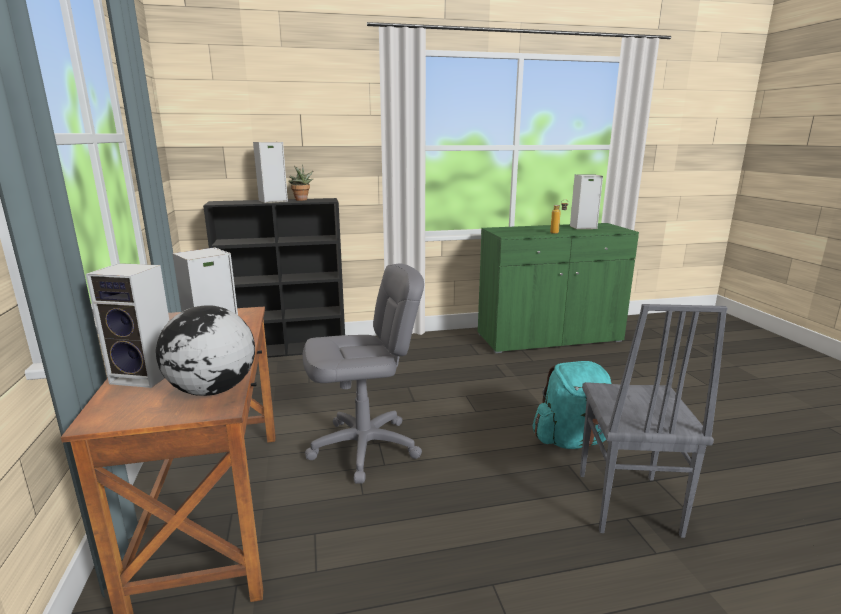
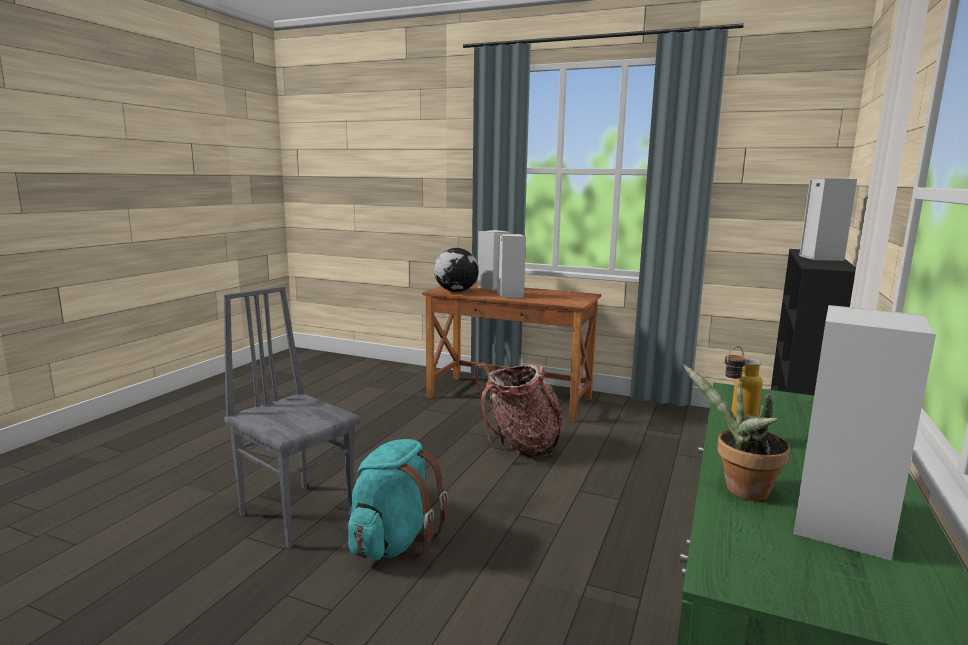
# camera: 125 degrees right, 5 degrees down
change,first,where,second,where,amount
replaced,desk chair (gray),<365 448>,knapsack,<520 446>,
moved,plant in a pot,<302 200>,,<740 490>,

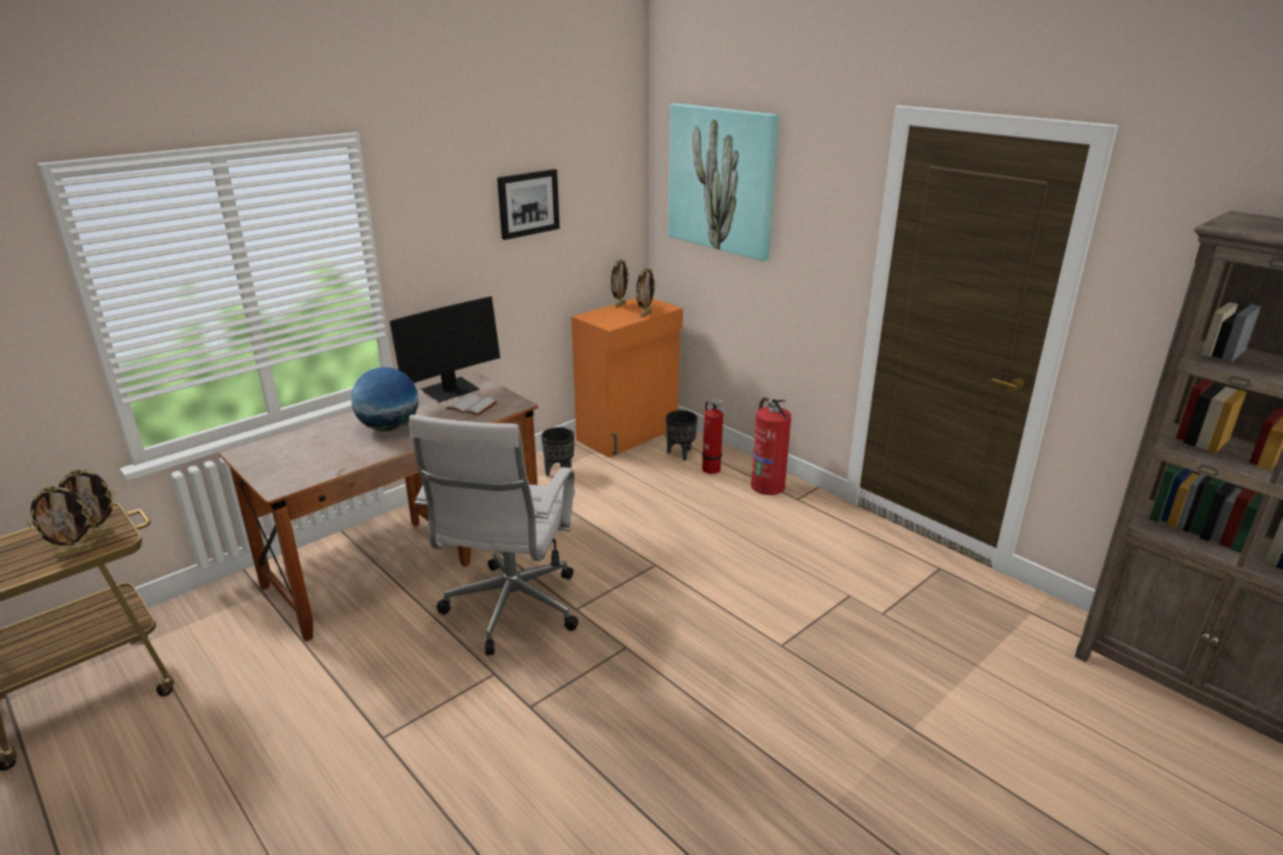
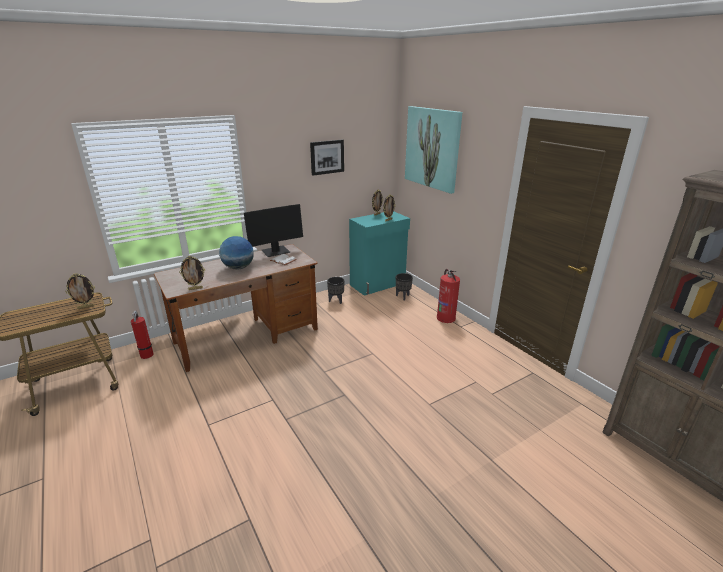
# camera: 10 degrees right, 0 degrees up
change,first,where,second,where,amount
moved,fire-fighting cylinder,<712 470>,,<146 356>,
moved,standing frame,<73 553>,,<195 288>,
recoloured,storage cabinet (orange-coloured),<629 434>,storage cabinet (blue-green),<378 284>,
removed,desk chair (white),<510 612>,,,

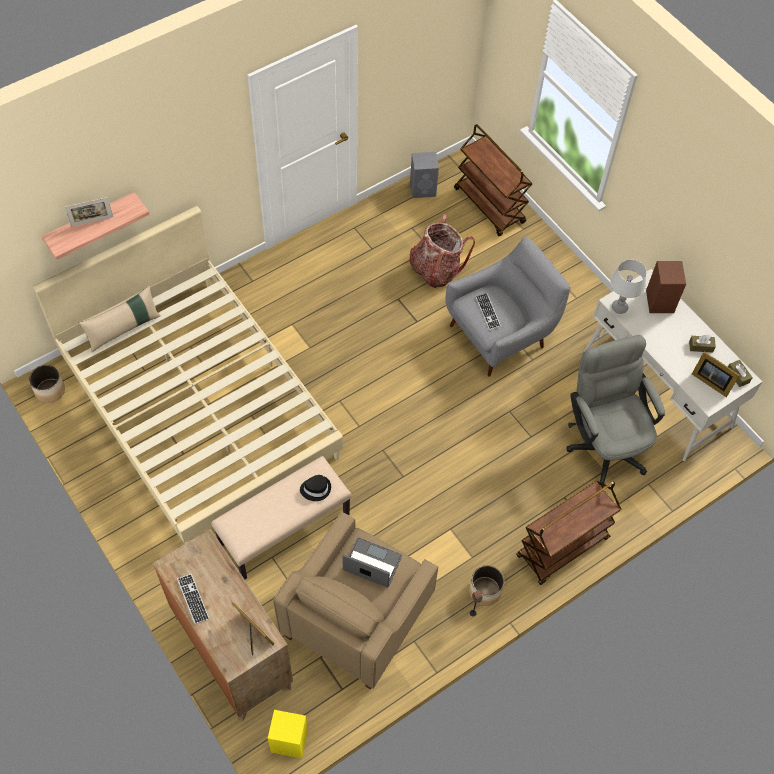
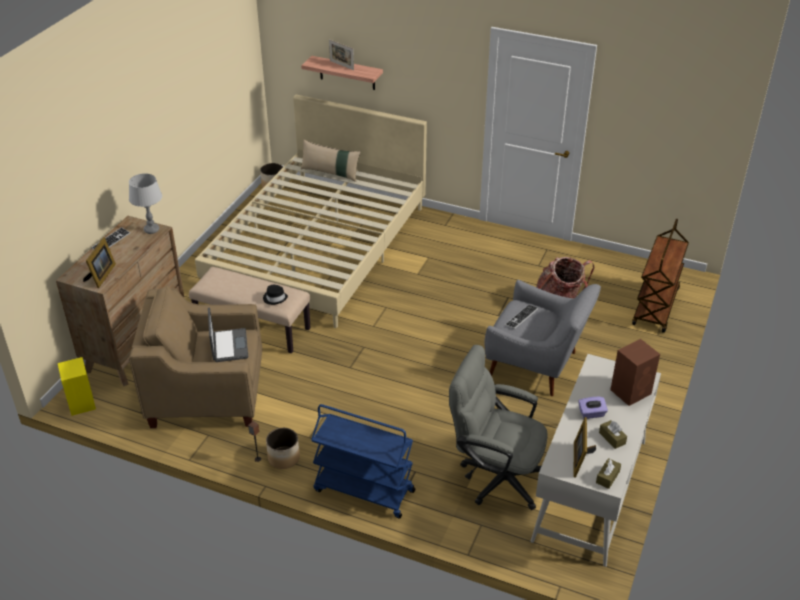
# camera: 60 degrees right, 20 degrees down
change,first,where,second,where,amount
moved,table lamp (gray),<619 307>,,<151 230>,
recoloured,wheeled cart (brown),<562 548>,wheeled cart (bluish),<363 491>,
turned,desk chair (gray),<604 442>,,<495 475>,105 degrees counterclockwise
added,,,tissue holder (purple),<591 413>,
removed,audio speaker (gray),<423 189>,,,

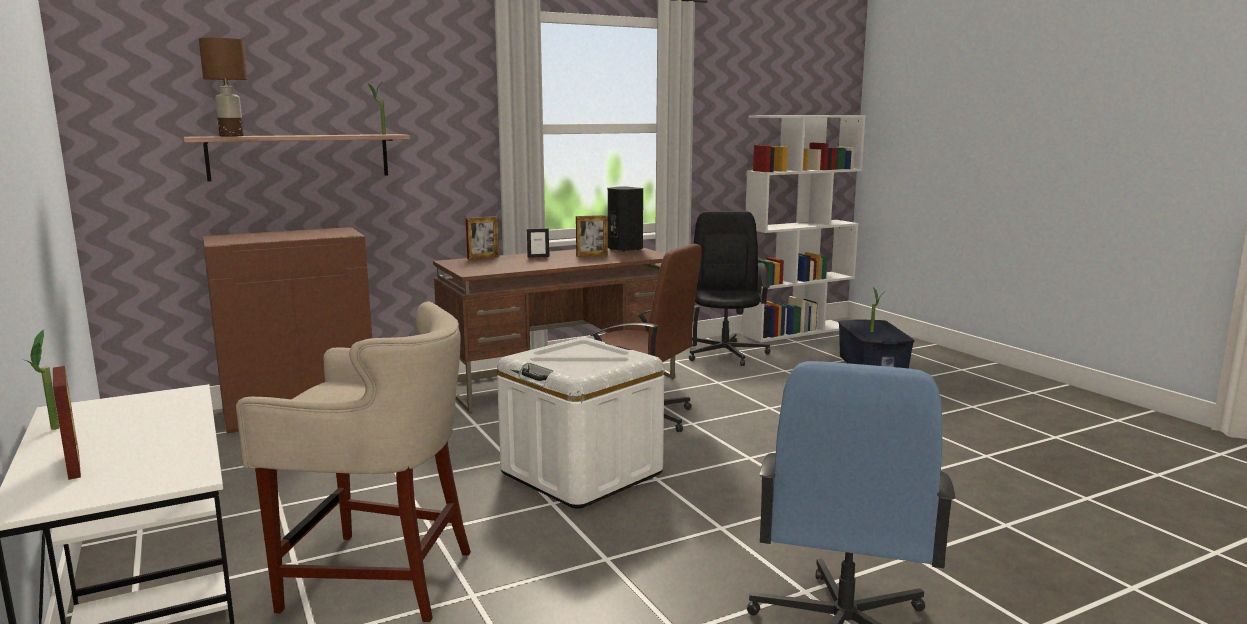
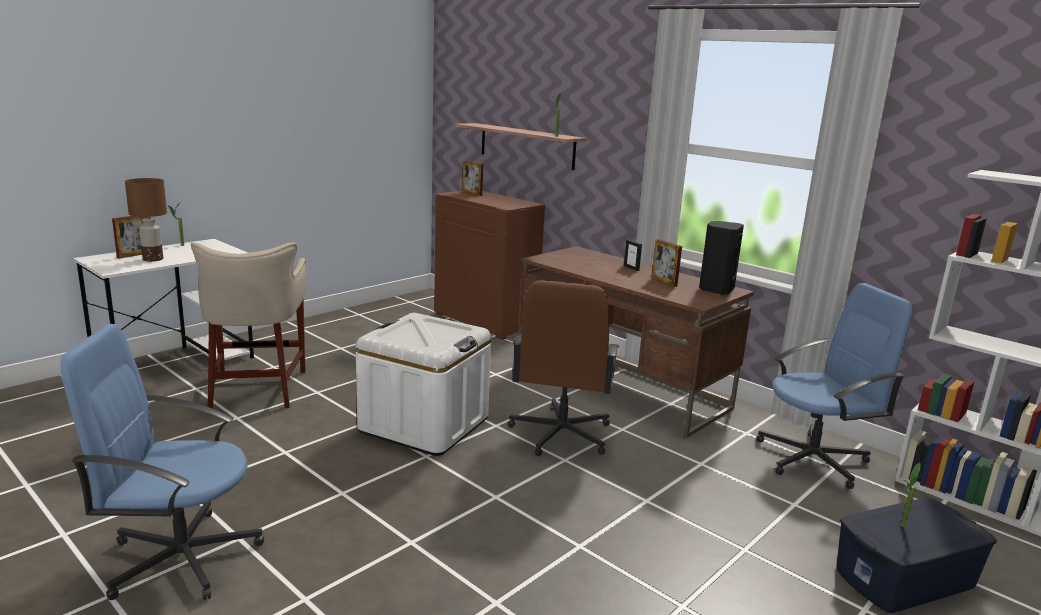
# camera: 70 degrees right, 5 degrees up
change,first,where,second,where,amount
moved,table lamp (brown),<231 136>,,<153 259>,
moved,standing frame,<483 257>,,<472 193>,
recoloured,desk chair (blackish),<725 353>,desk chair (bluish),<814 459>,

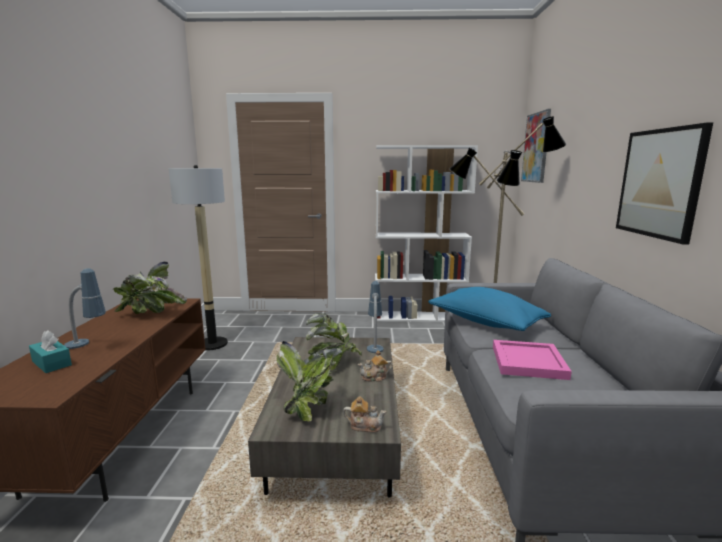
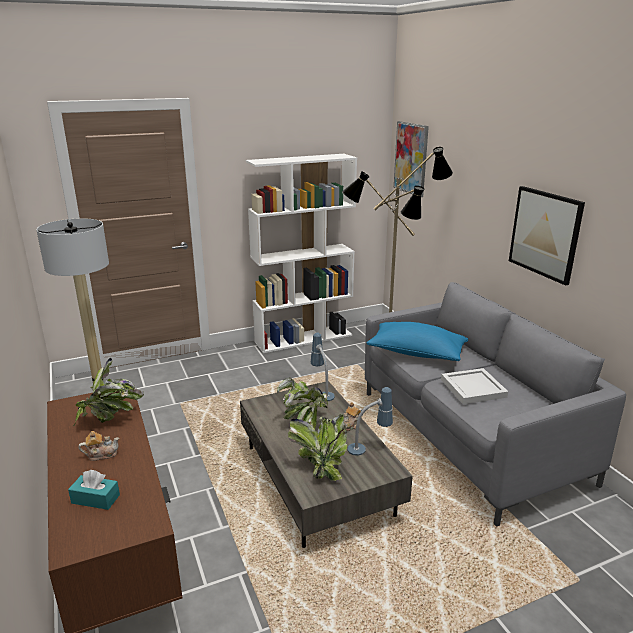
# camera: 25 degrees left, 10 degrees up
change,first,where,second,where,amount
moved,teapot,<364 425>,,<101 454>,
moved,table lamp,<88 346>,,<369 449>,
recoloured,tray (pink),<529 361>,tray (white),<473 387>,

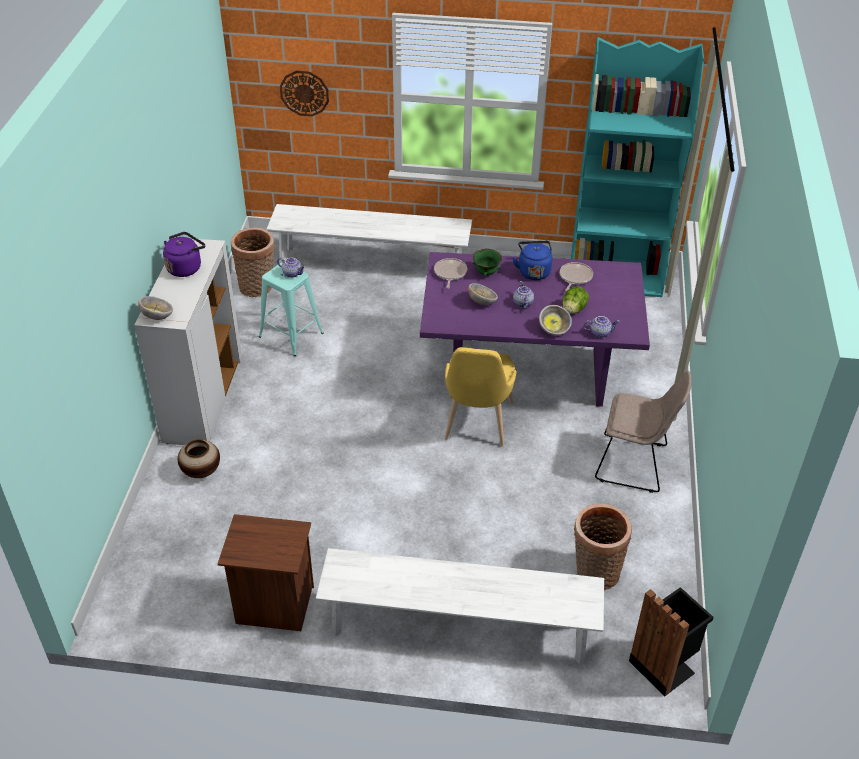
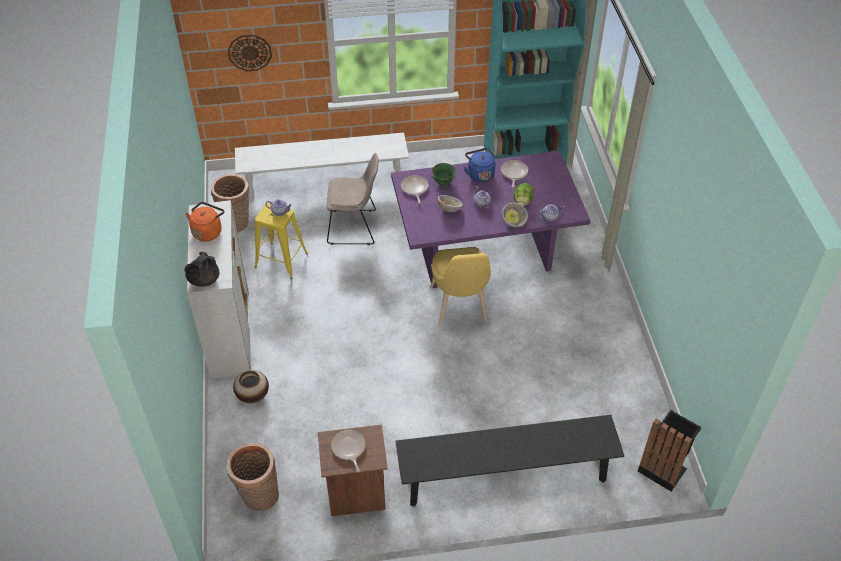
# camera: 15 degrees left, 5 degrees up
change,first,where,second,where,amount
replaced,serving bowl,<157 316>,teapot (blackish),<203 280>,
recoloured,kettle (purple),<185 267>,kettle (orange-coloured),<208 231>,
moved,basket,<595 573>,,<258 496>,
recoloured,sitting stool (blue-green),<291 335>,sitting stool (yellowish),<281 260>,
moved,upright chair (beige-coloured),<634 464>,,<354 227>,
added,,,skillet,<349 449>,
recoloured,bench (white),<459 629>,bench (blackish),<505 477>,

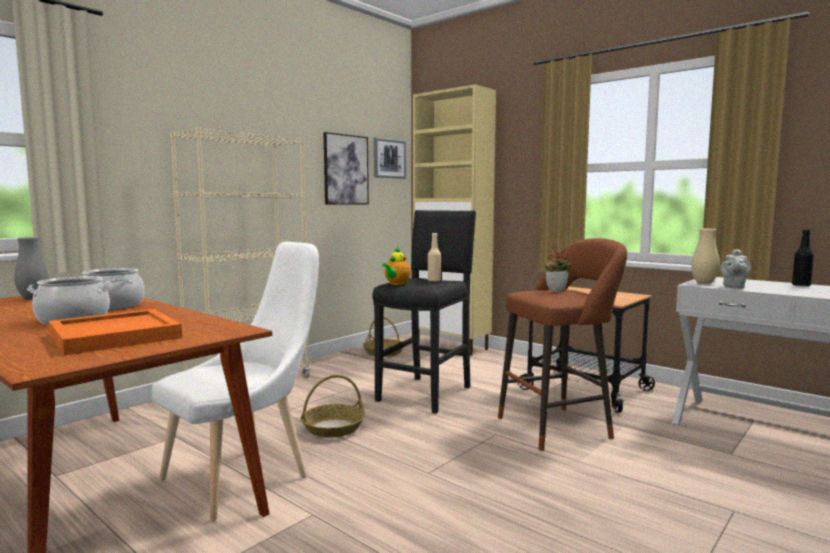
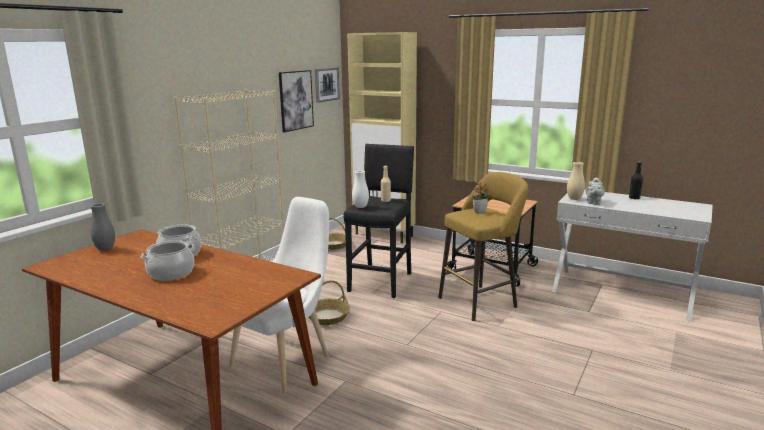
# camera: 10 degrees left, 10 degrees up
change,first,where,second,where,amount
replaced,teapot,<396 284>,vase (white),<360 207>,
recoloured,sitting stool (brown),<559 427>,sitting stool (yellowish),<480 301>,
removed,tray (orange-coloured),<116 335>,,,

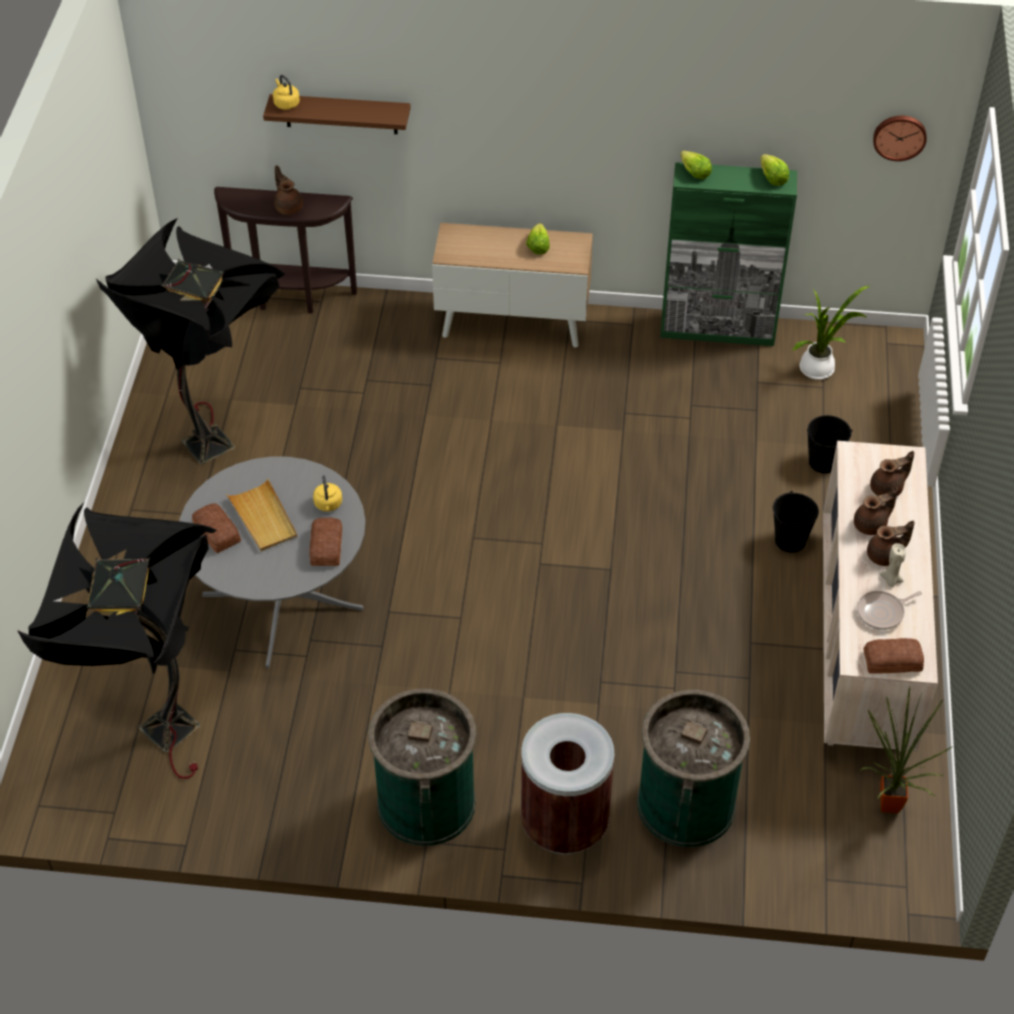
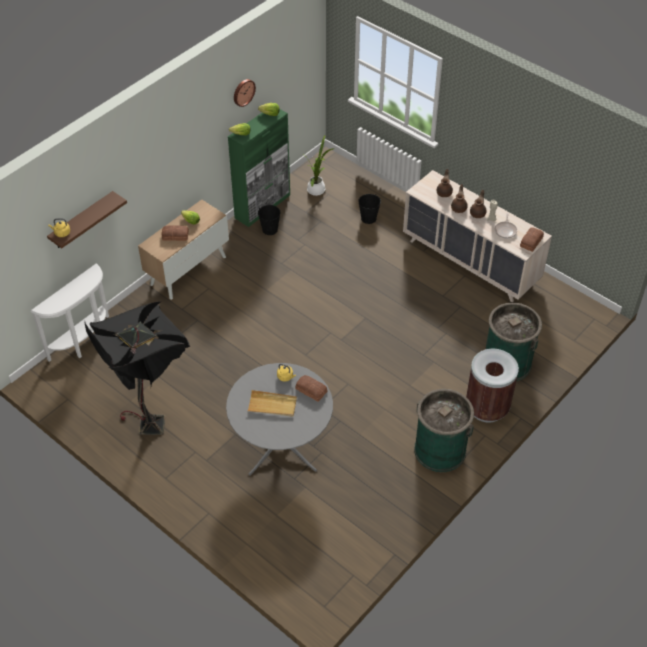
# camera: 55 degrees left, 0 degrees up
change,first,where,second,where,amount
recoloured,narrow table (brown),<291 298>,narrow table (white),<84 342>,
moved,bread,<216 533>,,<175 236>,
moved,wall clock,<899 136>,,<243 92>,
moved,pail (blackish),<790 540>,,<270 229>,
removed,standing lamp (blackish),<157 735>,,,
removed,teapot (brown),<288 206>,,,
removed,plant in a pot,<884 804>,,,

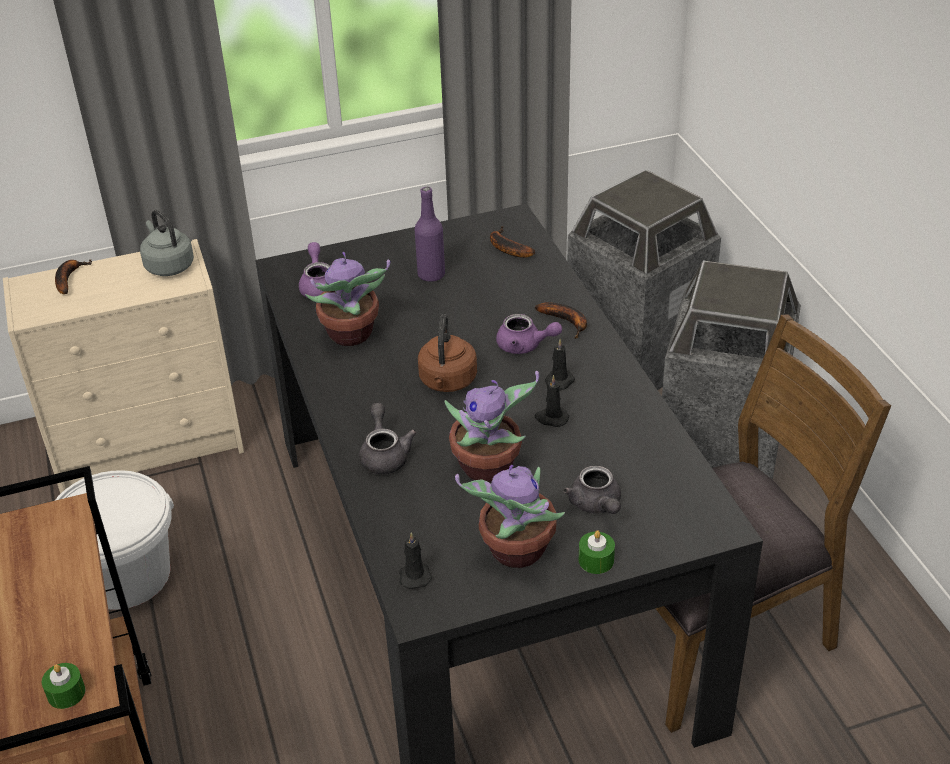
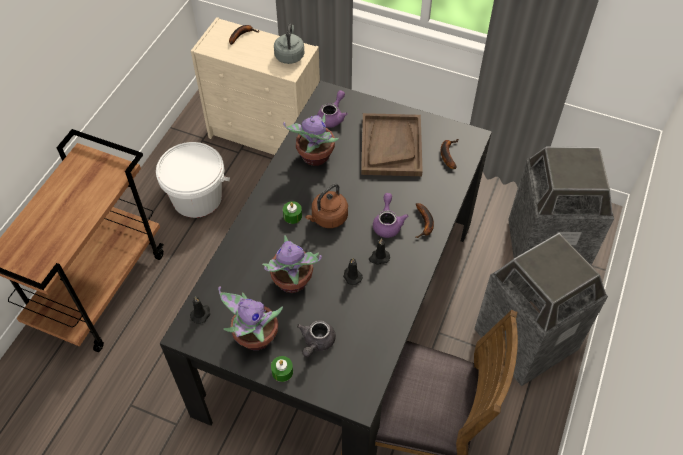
# camera: 40 degrees right, 15 degrees up
change,first,where,second,where,amount
moved,wax light (green-coloured),<66 693>,,<292 216>,
replaced,drink bottle (purple),<431 275>,tray (brown),<391 146>,
turned,teapot (purple),<525 346>,,<387 223>,150 degrees counterclockwise
removed,teapot (gray),<384 454>,,,

